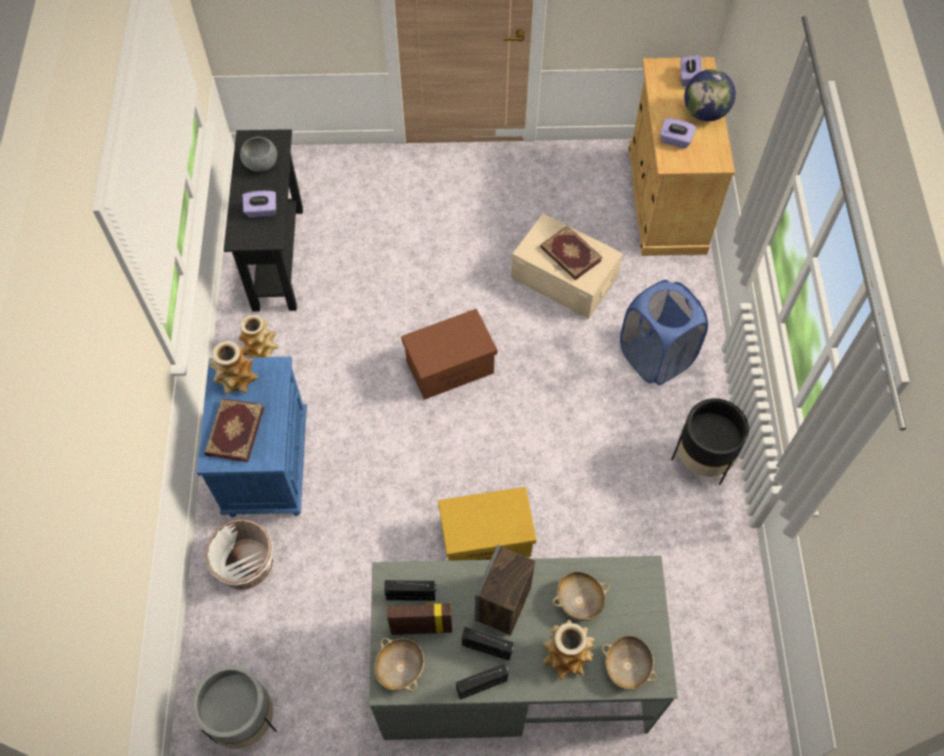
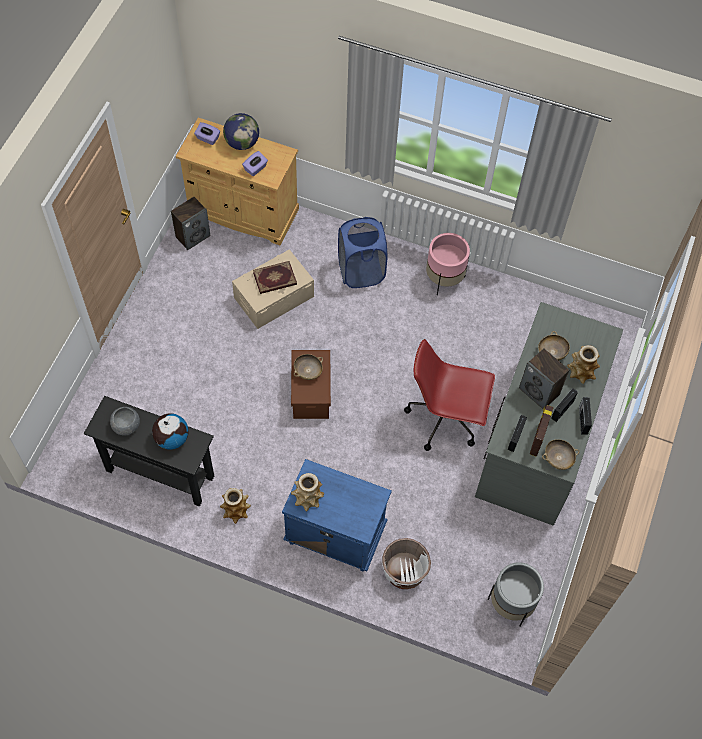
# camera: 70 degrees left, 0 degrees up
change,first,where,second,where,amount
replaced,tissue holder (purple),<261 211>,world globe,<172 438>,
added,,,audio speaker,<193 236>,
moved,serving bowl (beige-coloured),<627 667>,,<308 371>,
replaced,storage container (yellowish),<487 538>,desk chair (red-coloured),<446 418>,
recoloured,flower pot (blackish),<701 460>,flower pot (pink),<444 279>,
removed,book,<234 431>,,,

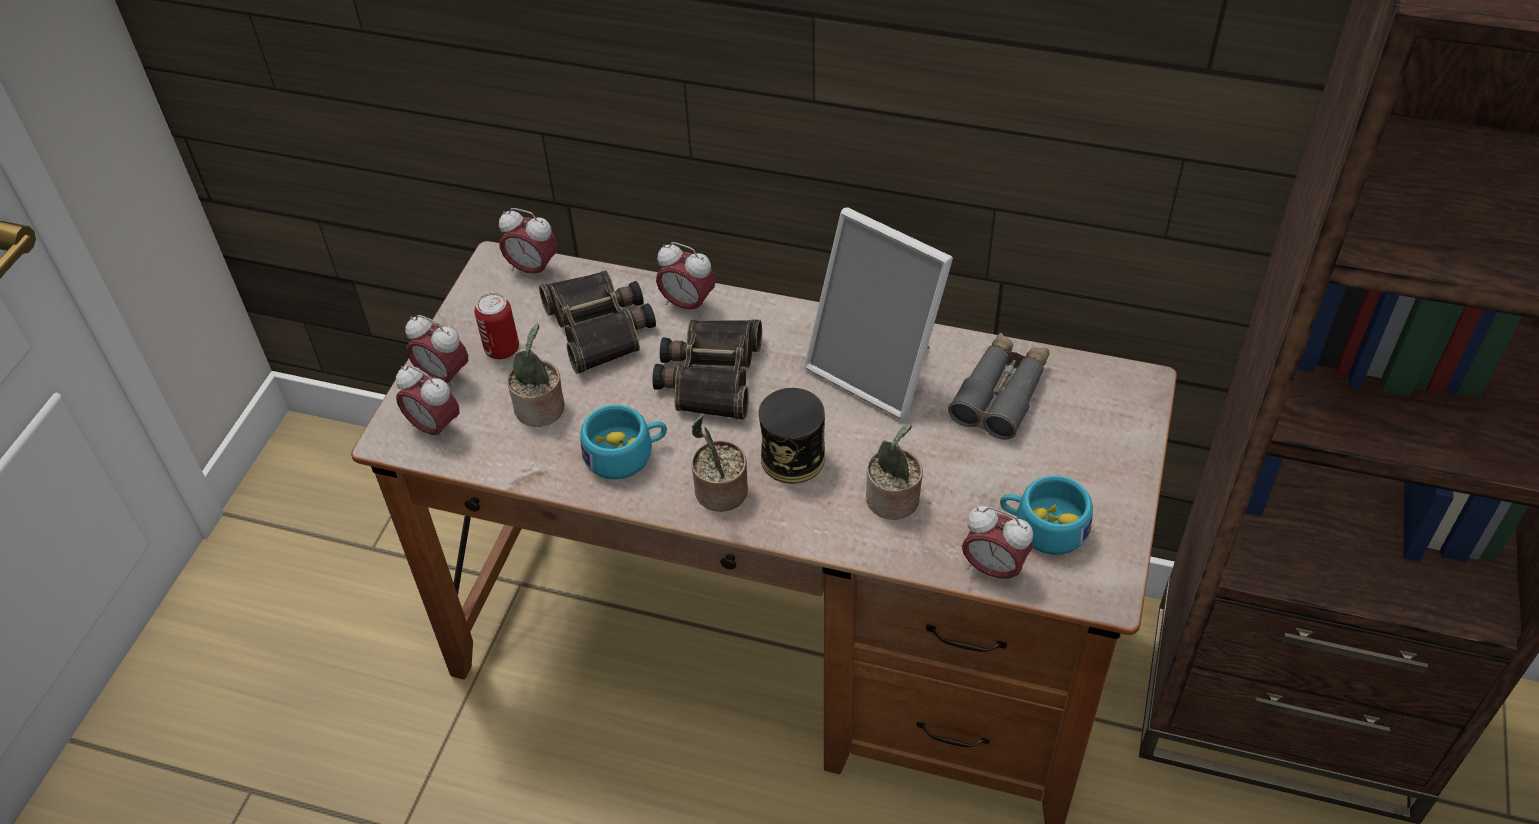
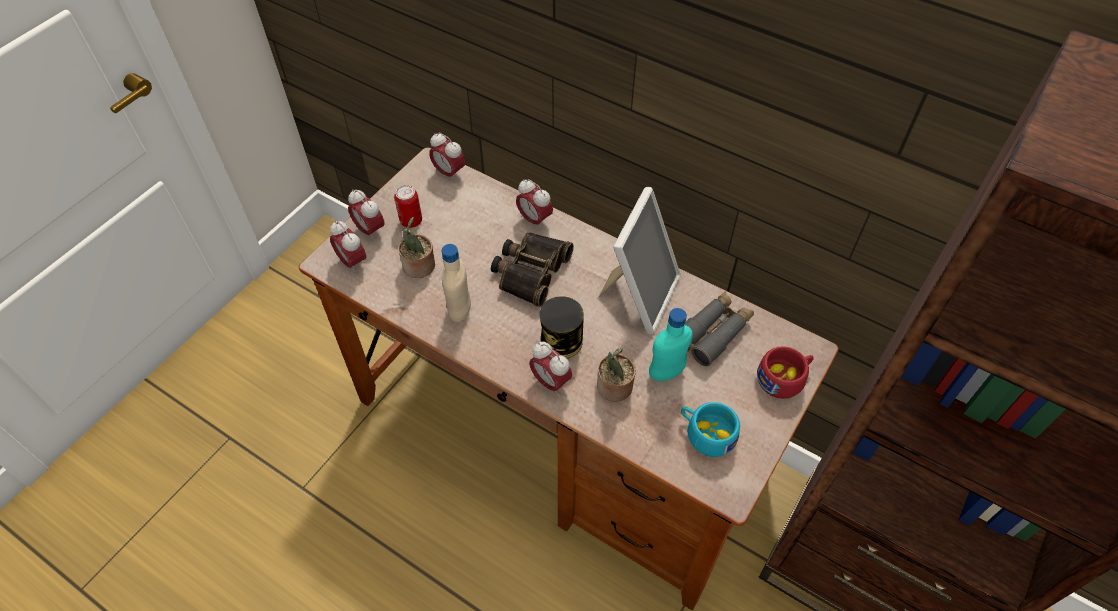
# camera: 15 degrees right, 5 degrees up
change,first,where,second,where,amount
replaced,drinking cup (blue-green),<626 454>,drink bottle (beige-coloured),<459 310>,
moved,alarm clock,<993 569>,,<550 382>,
turned,standing frame,<878 369>,,<639 295>,120 degrees counterclockwise
added,,,drink bottle (blue-green),<666 372>,
added,,,drinking cup (red-coloured),<784 378>,
removed,pair of binoculars,<601 327>,,,
removed,plant in a pot,<719 494>,,,

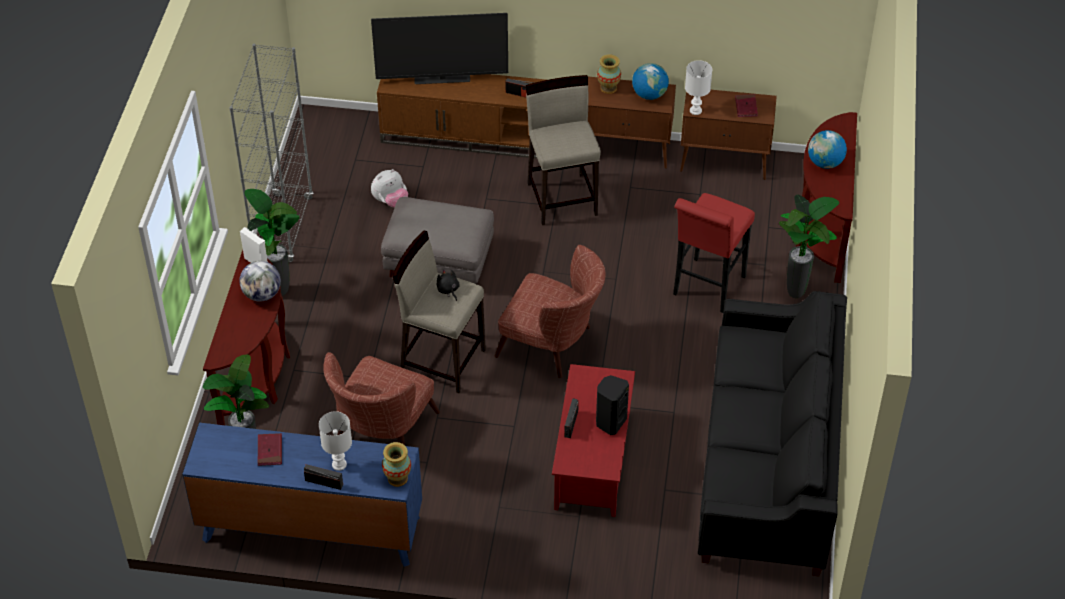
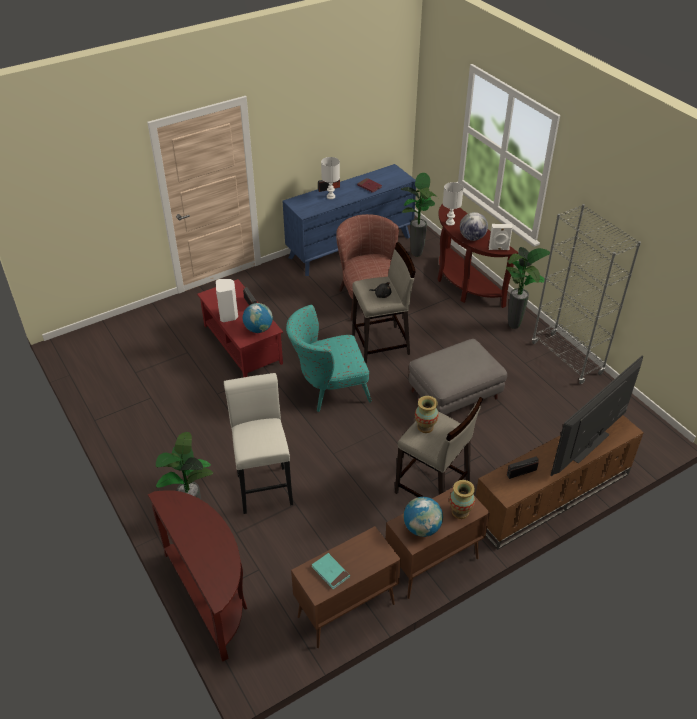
# camera: 140 degrees right, 5 degrees down
change,first,where,second,where,amount
recoloured,audio speaker (blackish),<610 422>,audio speaker (white),<229 315>,
recoloured,sitting stool (red-coloured),<706 289>,sitting stool (white),<264 485>,
moved,world globe,<825 163>,,<258 329>,
recoloured,lounge chair (brown),<553 345>,lounge chair (blue-green),<328 388>,
recoloured,book (red-coloured),<746 107>,book (blue-green),<330 572>,
moved,vase,<397 478>,,<425 427>,
moved,table lamp (white),<695 110>,,<450 223>,
removed,plush toy,<390 201>,,,
removed,couch (blackish),<768 463>,,,

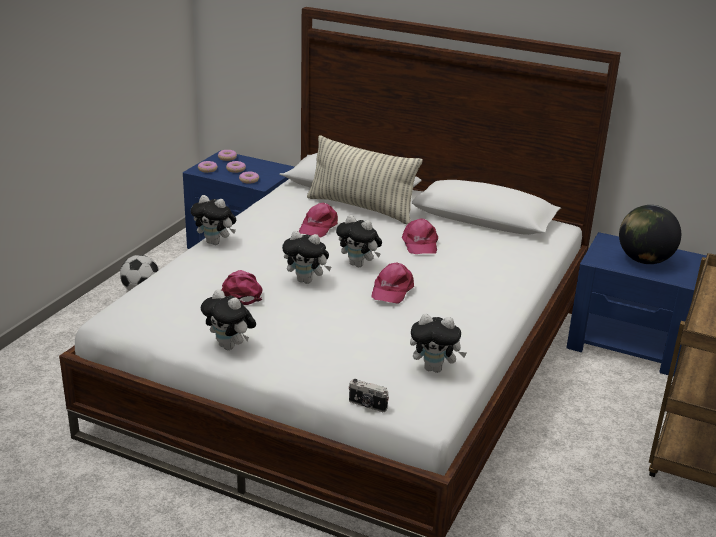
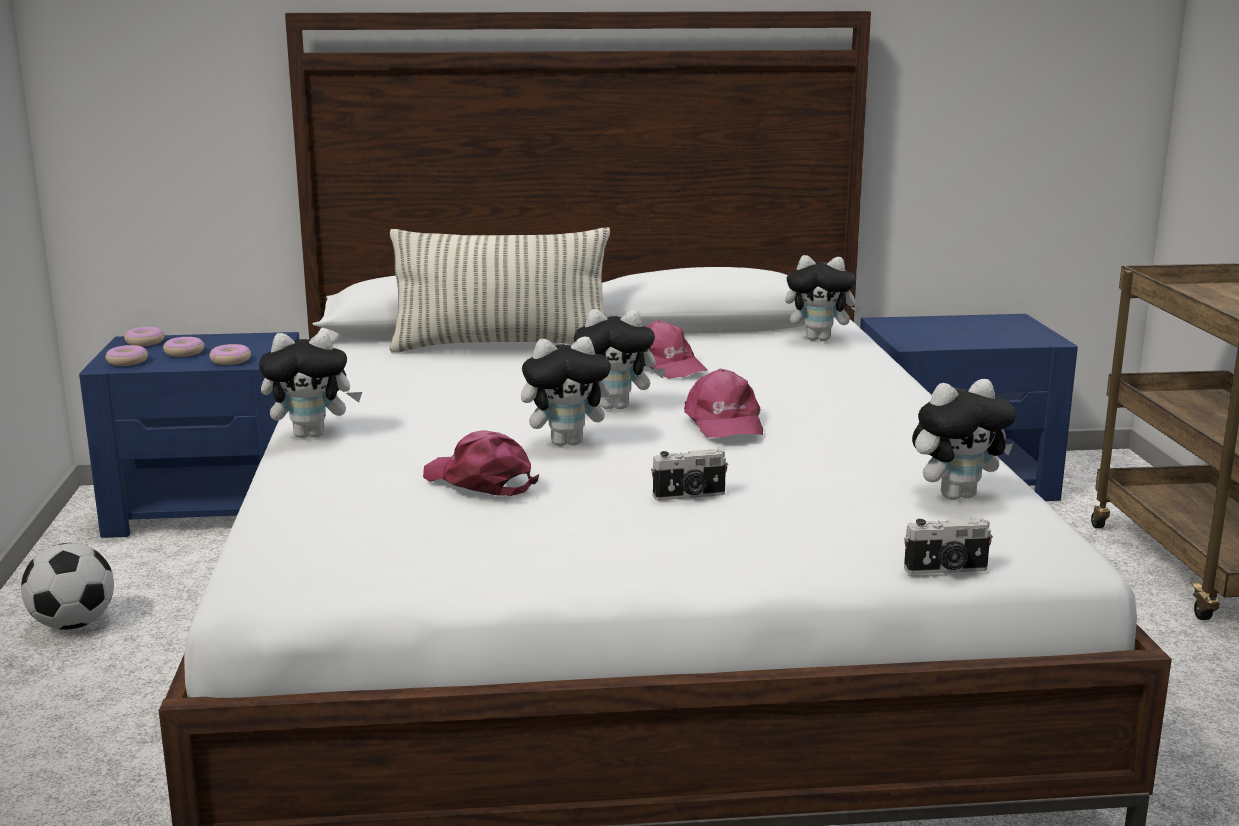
# camera: 30 degrees left, 10 degrees down
change,first,where,second,where,amount
added,,,photo camera,<689 496>,
moved,plush toy,<230 346>,,<820 339>,
removed,cap (pink),<318 226>,,,
removed,world globe,<644 260>,,,

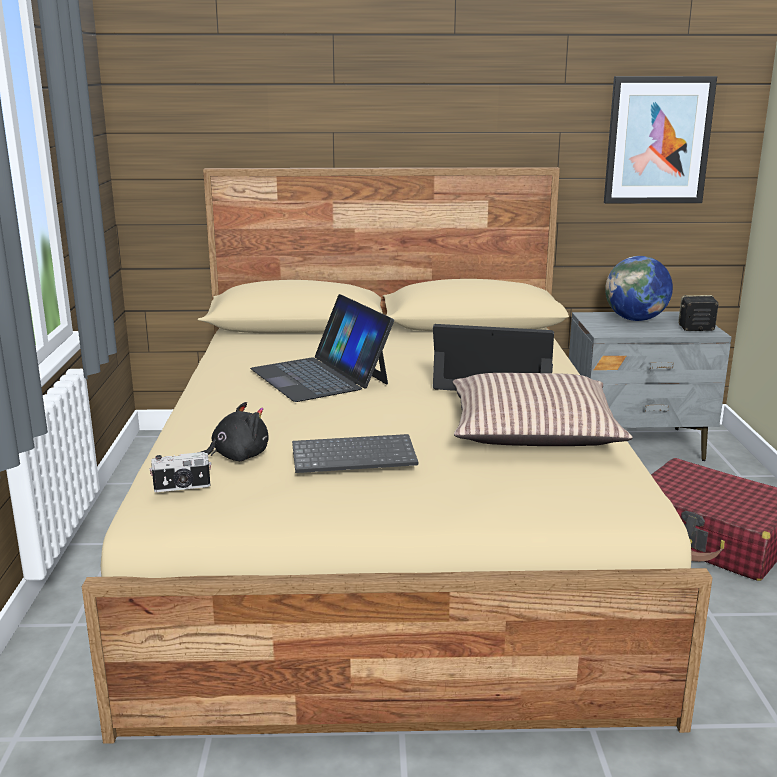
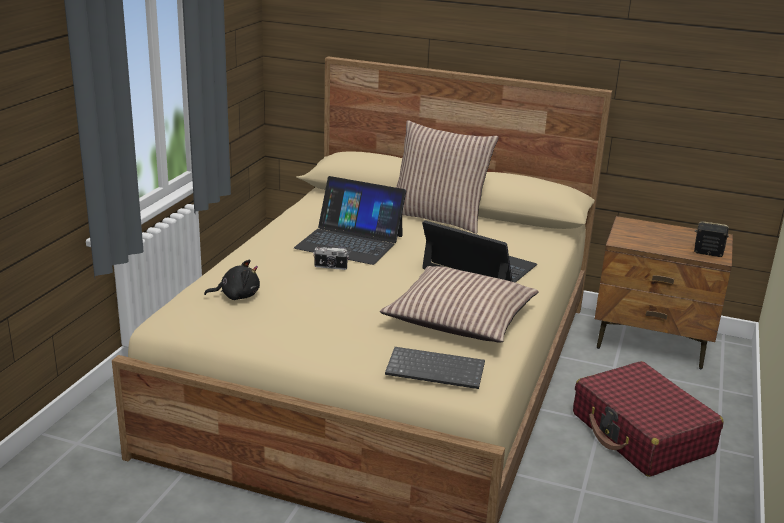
# camera: 20 degrees right, 5 degrees up
change,first,where,second,where,amount
turned,laptop,<320 376>,,<350 242>,60 degrees counterclockwise
moved,photo camera,<182 487>,,<330 267>,
moved,PC keyboard,<355 456>,,<436 369>,
added,,,pillow,<438 218>,
recoloured,nightstand (gray),<636 445>,nightstand (brown),<652 342>,
removed,wall picture,<658 140>,,,
removed,world globe,<635 319>,,,

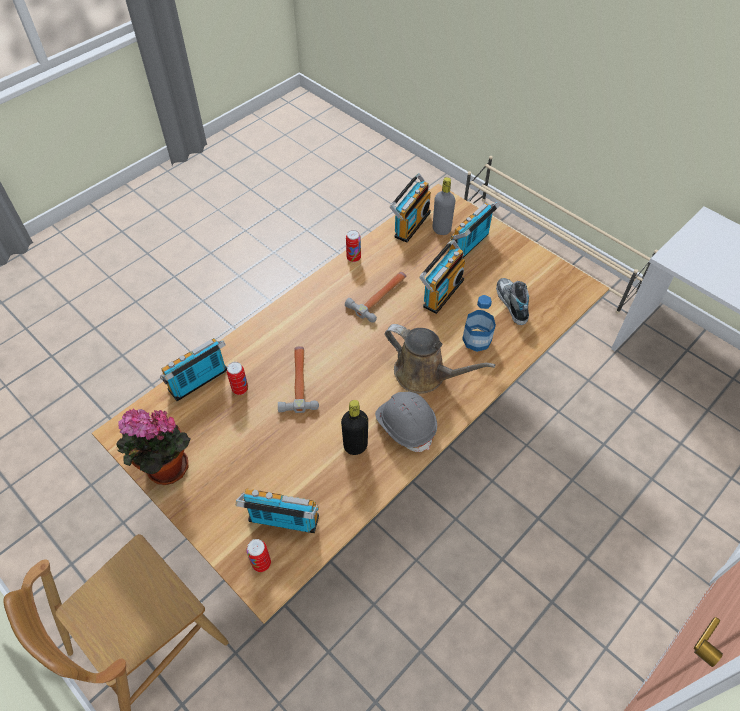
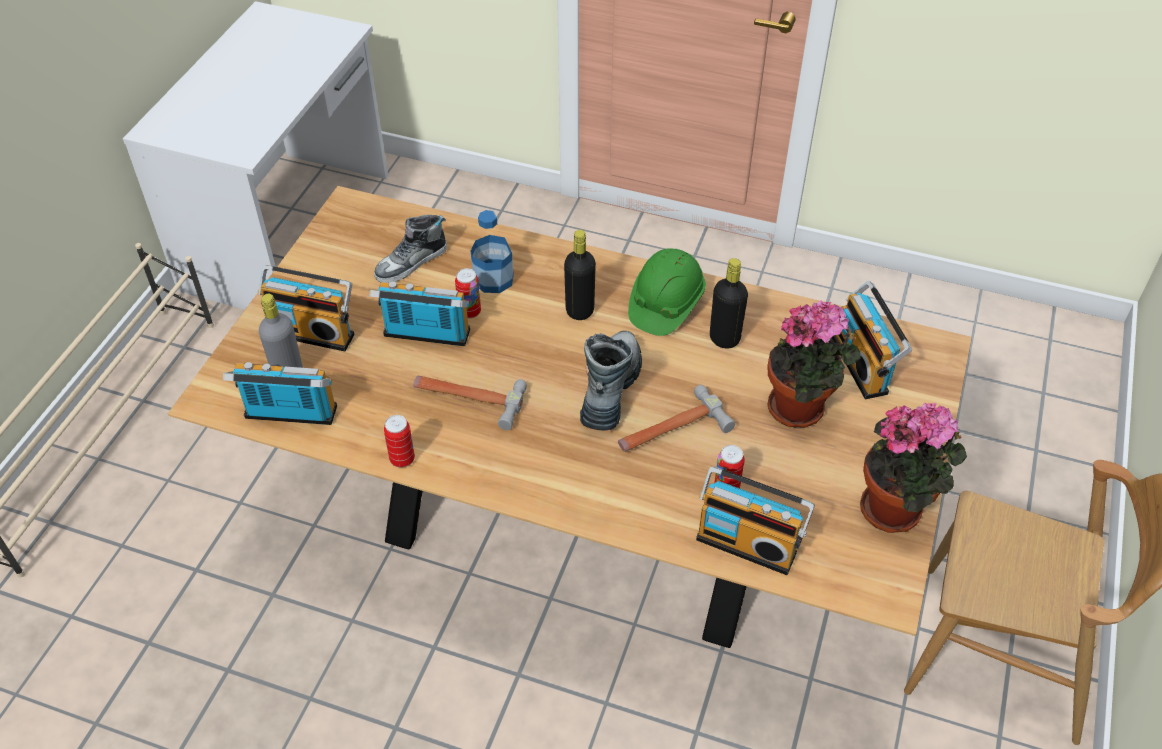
# camera: 115 degrees left, 5 degrees down
change,first,where,second,where,amount
moved,metal can,<261 563>,,<469 312>,
replaced,watering pot (brown),<424 374>,drink bottle (blackish),<579 310>,
added,,,high-top boot,<610 389>,
recoloured,hard hat (gray),<405 425>,hard hat (green-coloured),<665 304>,
added,,,plant in a pot,<801 409>,

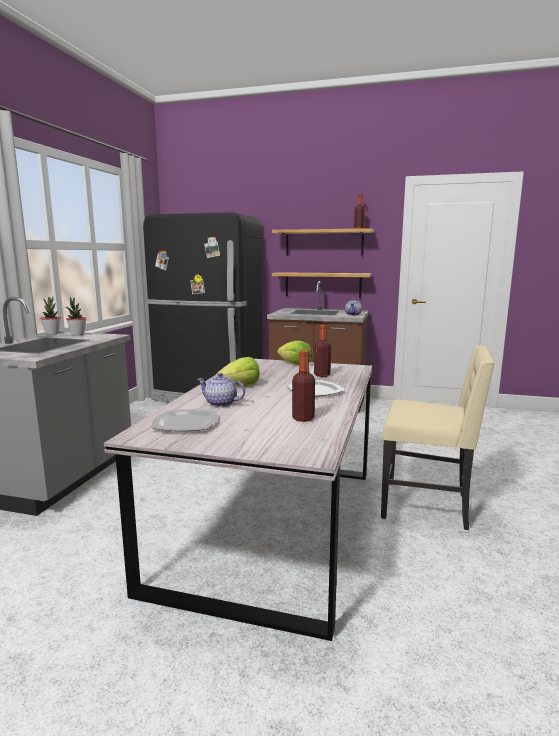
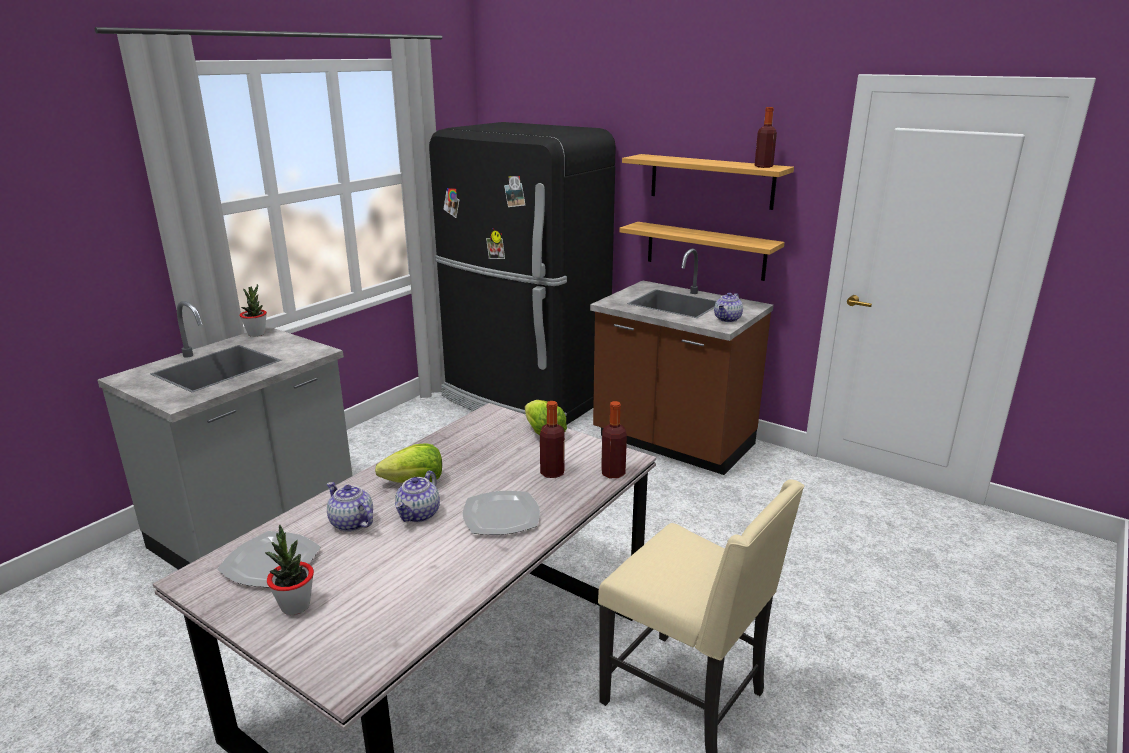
# camera: 20 degrees right, 10 degrees up
change,first,where,second,where,amount
moved,plant in a pot,<77 334>,,<295 606>,
added,,,teapot,<419 514>,
moved,drink bottle,<303 418>,,<613 473>,

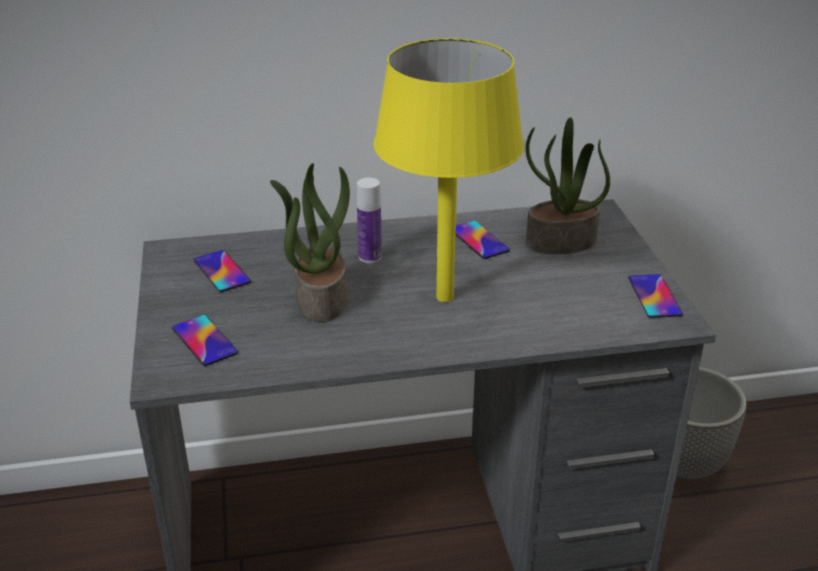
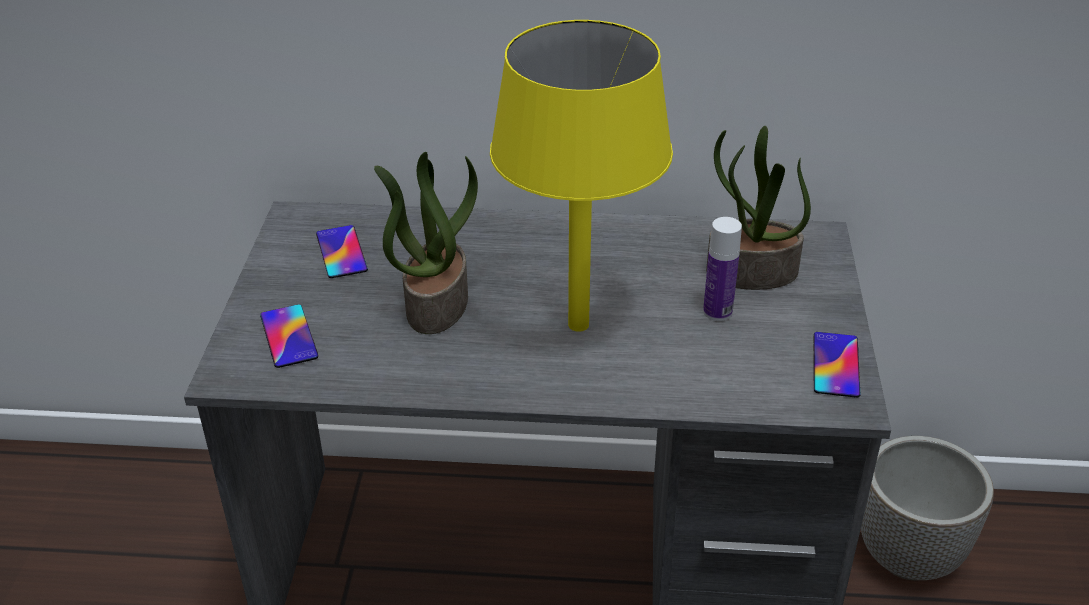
# camera: 15 degrees right, 5 degrees up
change,first,where,second,where,amount
moved,drink bottle,<370 257>,,<717 312>,
removed,phone,<479 240>,,,

